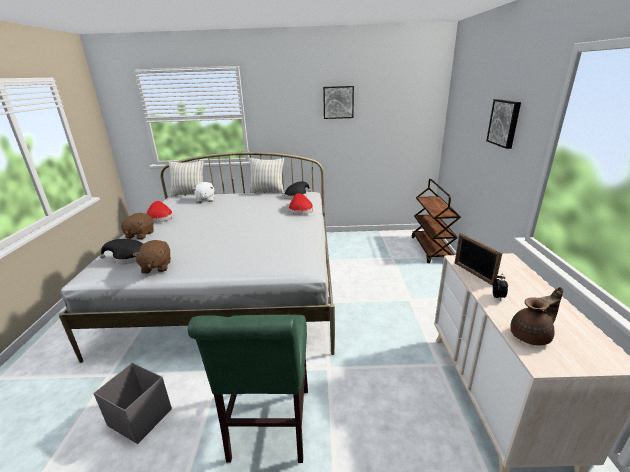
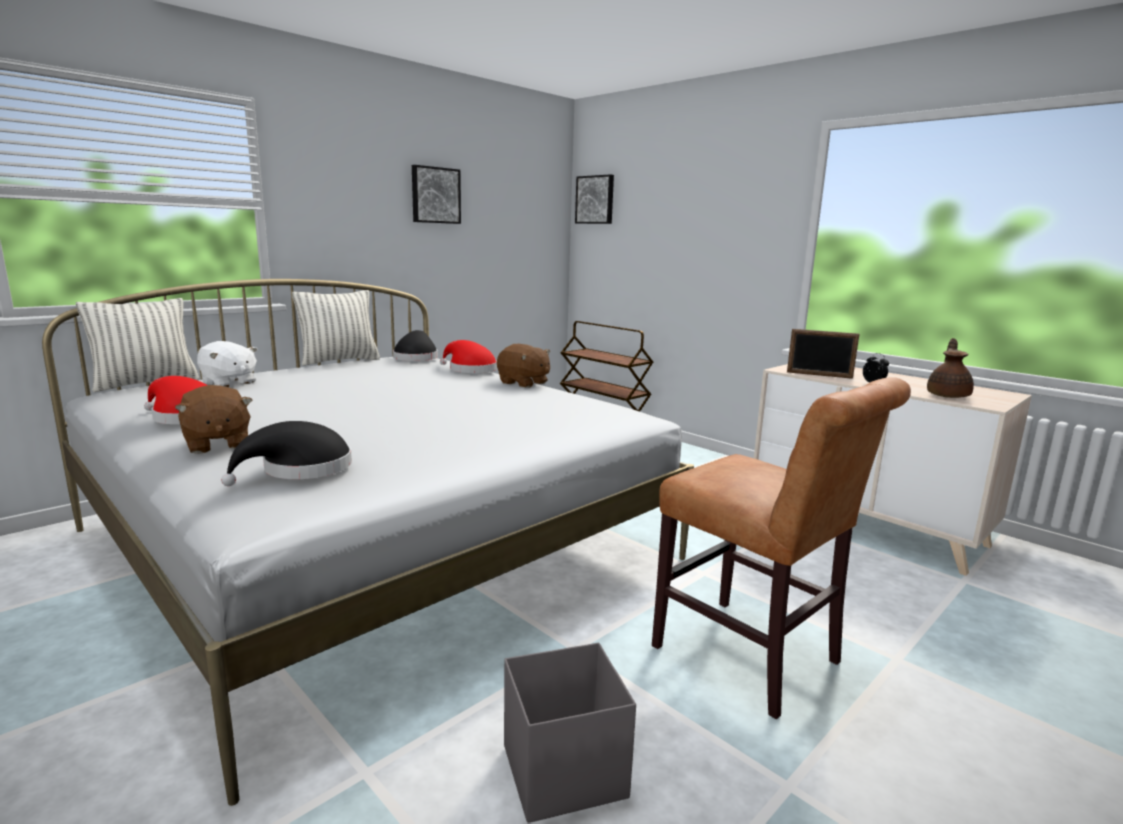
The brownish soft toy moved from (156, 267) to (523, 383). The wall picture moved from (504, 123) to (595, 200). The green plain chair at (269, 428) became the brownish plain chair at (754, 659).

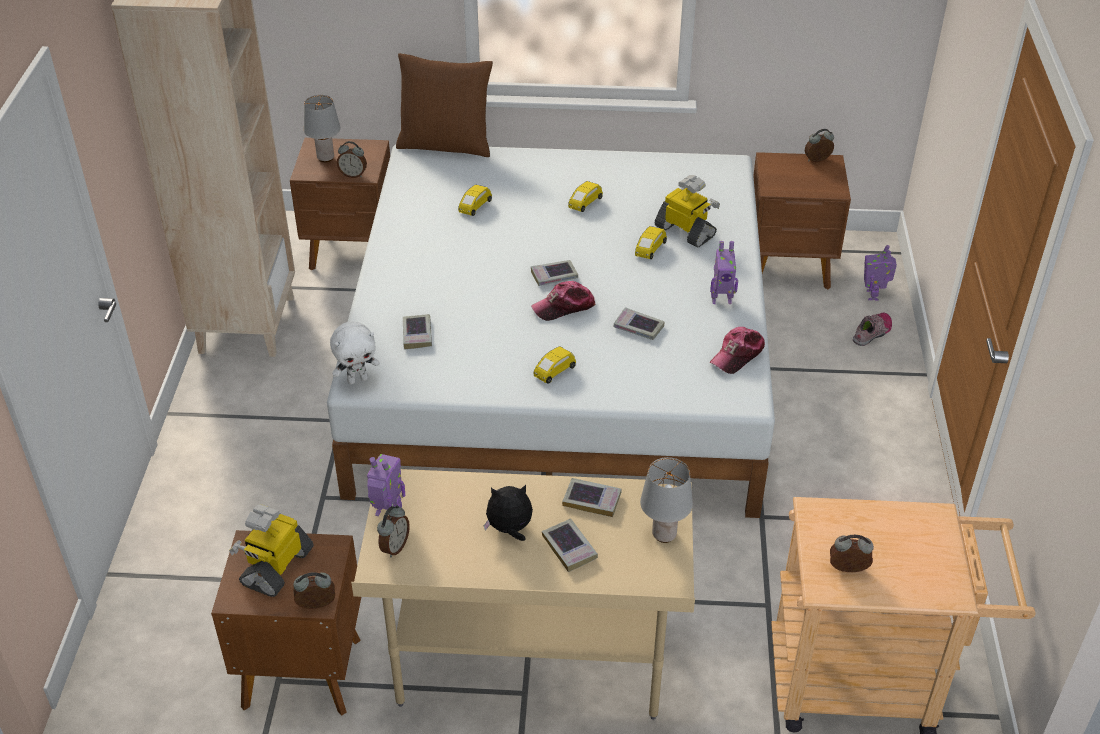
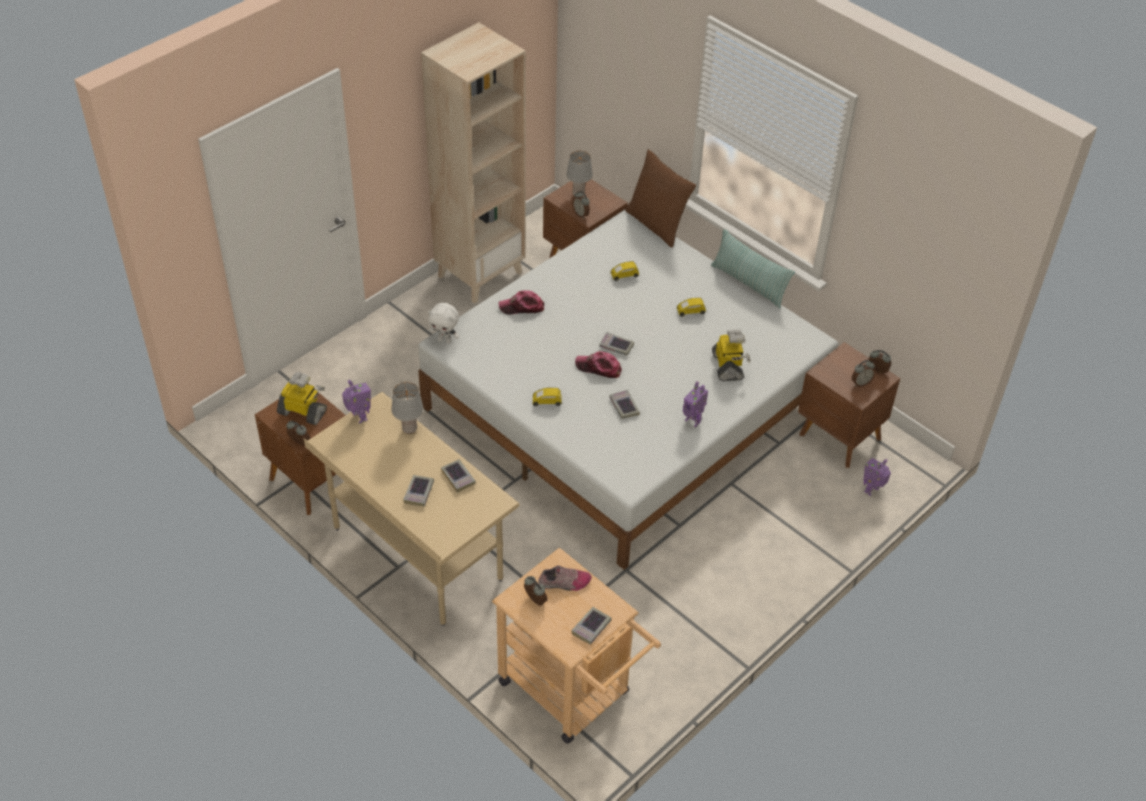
The soft toy at (510, 529) disappeared. The yellow-coloured toy car at (649, 250) disappeared. The pillow at (749, 283) appeared. The table clock moved from (394, 547) to (861, 383). The bound book moved from (417, 334) to (591, 627). The greyish tabletop lamp moved from (664, 535) to (409, 429). The baseball cap moved from (737, 355) to (522, 307). The low shoe moved from (872, 333) to (564, 583). The model robot at (276, 566) turned 45 degrees clockwise.

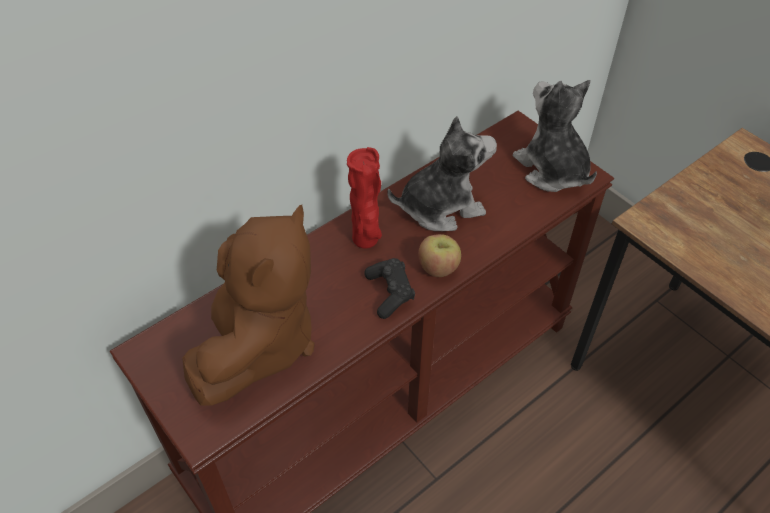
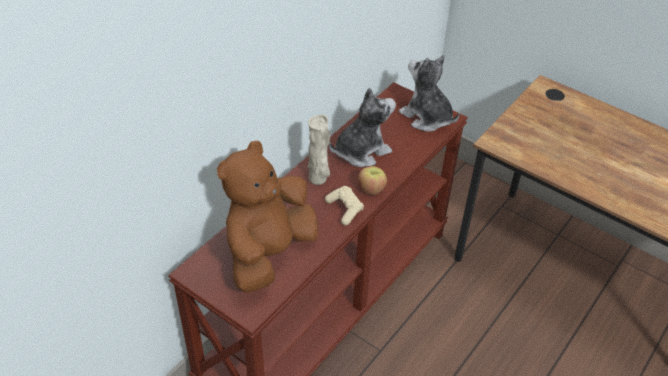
The reddish flower vase at (366, 240) became the sand-coloured flower vase at (318, 179). The blackish gamepad at (390, 293) became the sand-coloured gamepad at (345, 209). The brownish soft toy at (258, 342) turned 150 degrees counterclockwise.

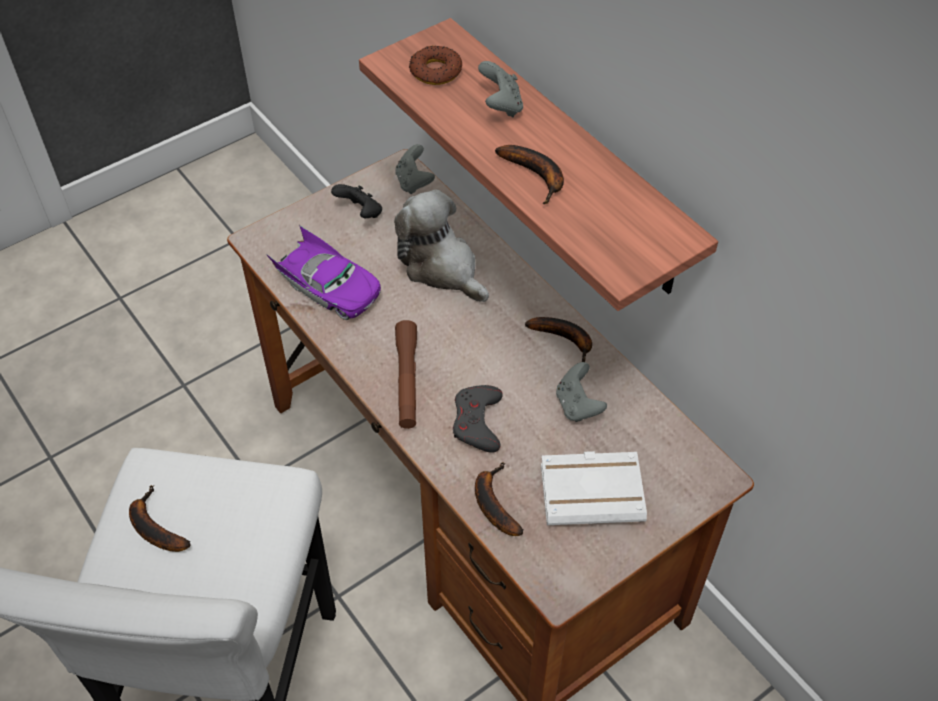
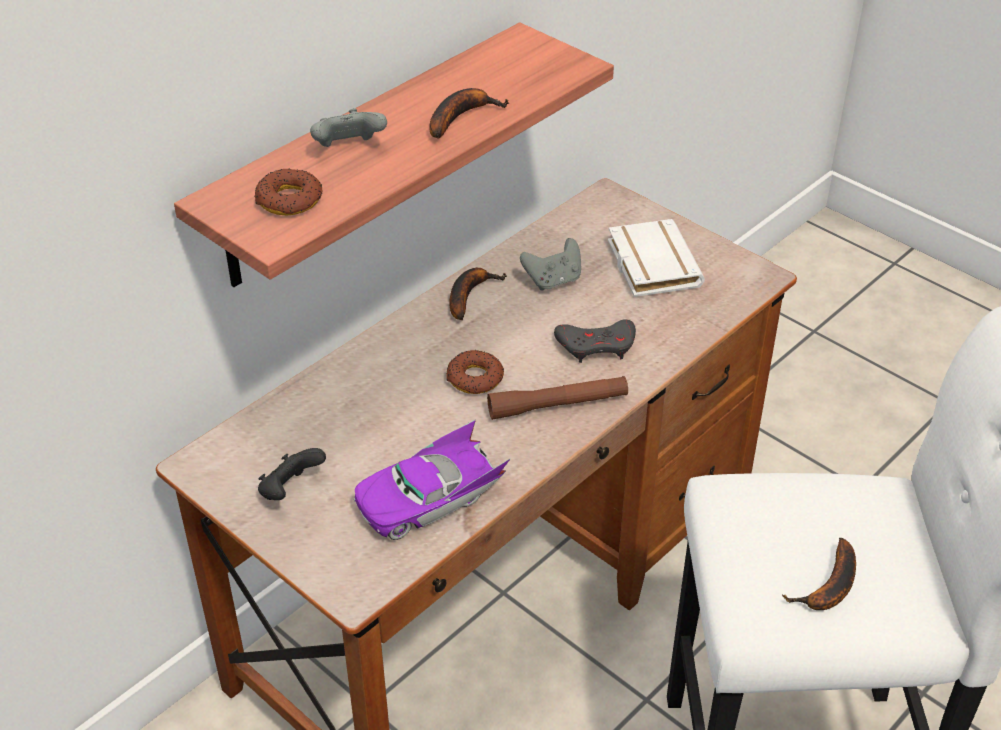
The soft toy at (442, 267) disappeared. The greyish gamepad at (414, 182) disappeared. The banana fruit at (493, 503) disappeared. The doughnut at (475, 378) appeared. The purple-coloured toy car at (328, 287) turned 150 degrees counterclockwise.

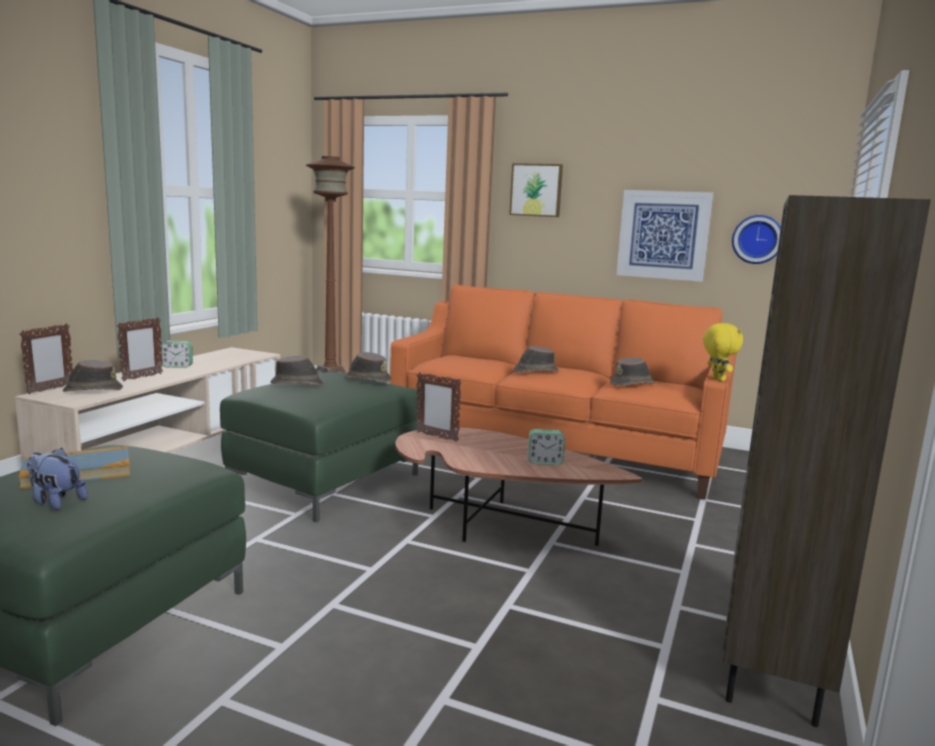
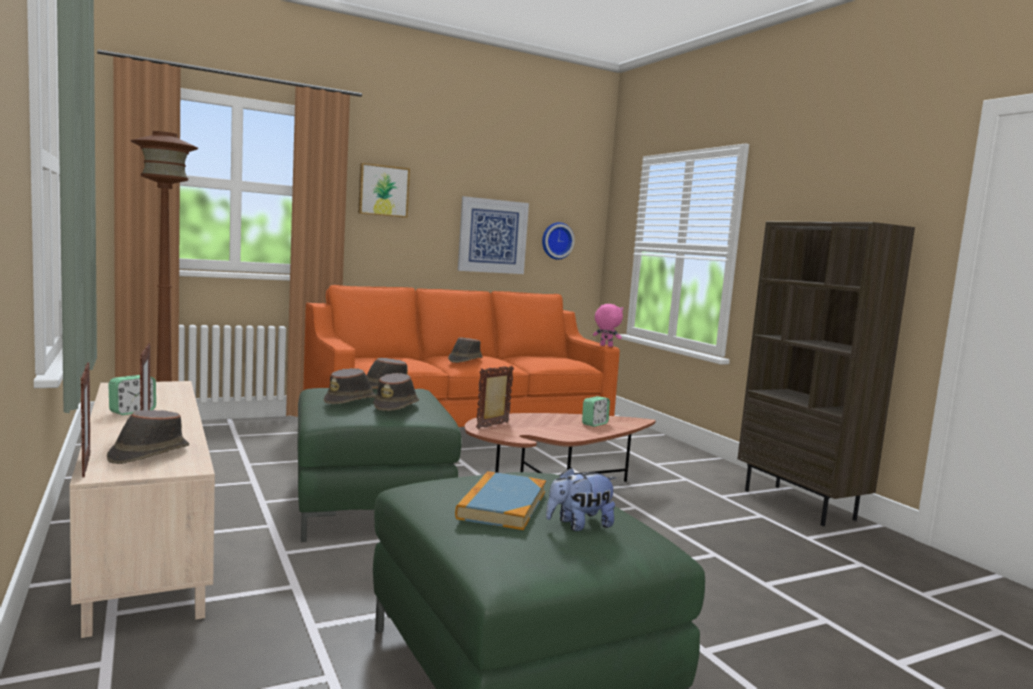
The brownish clothing hat moved from (632, 384) to (397, 406). The yellow-coloured soft toy at (717, 379) became the pink soft toy at (605, 346). The picture frame at (436, 437) turned 150 degrees clockwise.

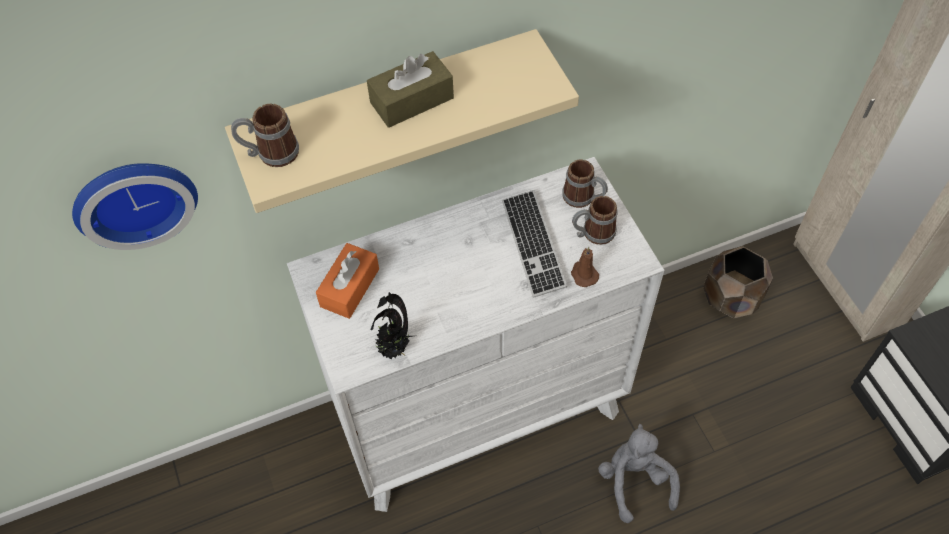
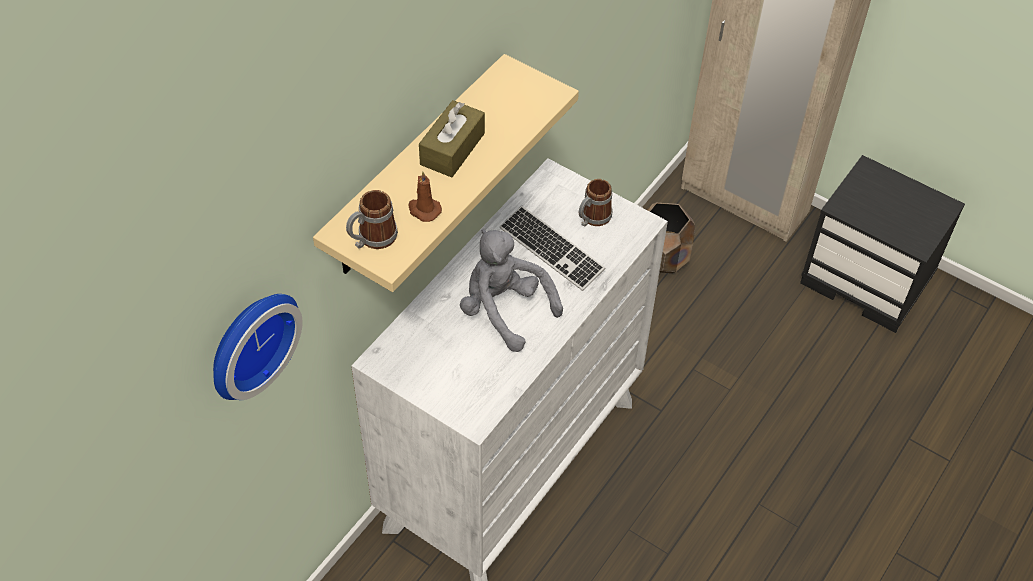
The orange-coloured tissue box at (349, 287) disappeared. The houseplant at (394, 349) disappeared. The coffee mug at (583, 198) disappeared. The brownish wax candle moved from (583, 274) to (423, 210). The greyish soft toy moved from (635, 481) to (504, 310).

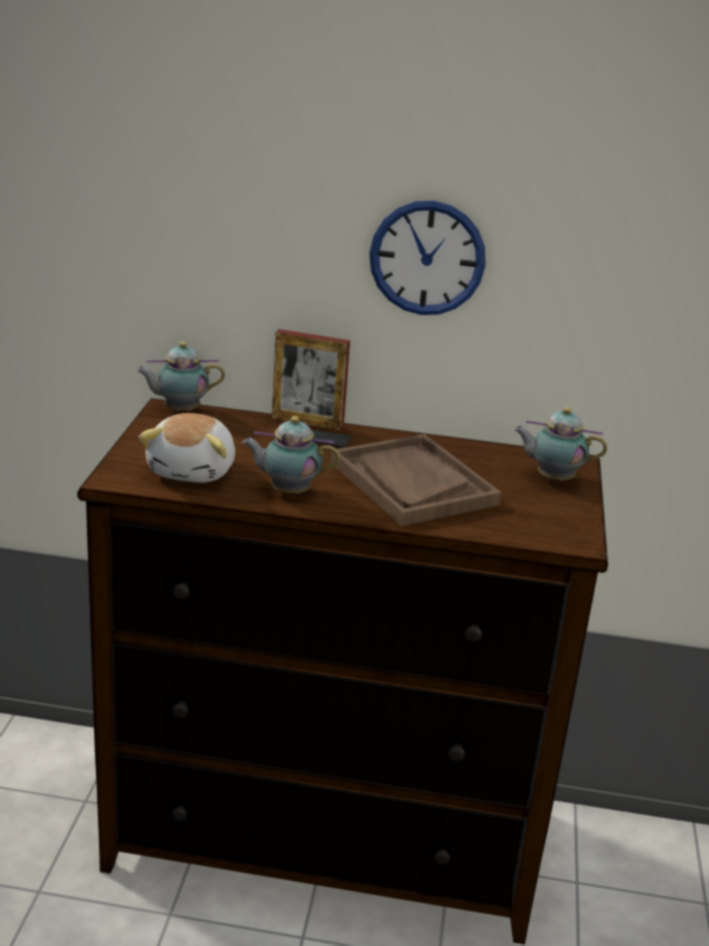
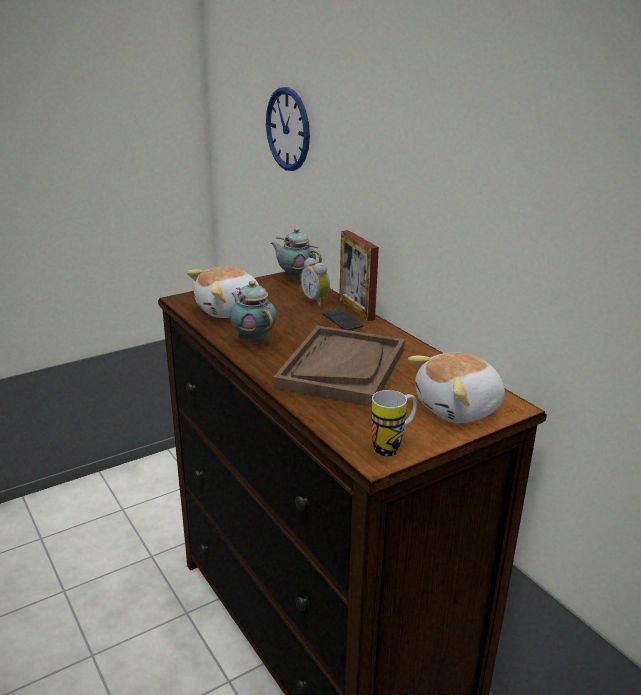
The table clock at (316, 301) appeared. The coffee mug at (393, 447) appeared. The wall clock moved from (427, 258) to (288, 129). The teapot at (552, 478) was replaced by the soft toy at (459, 409).

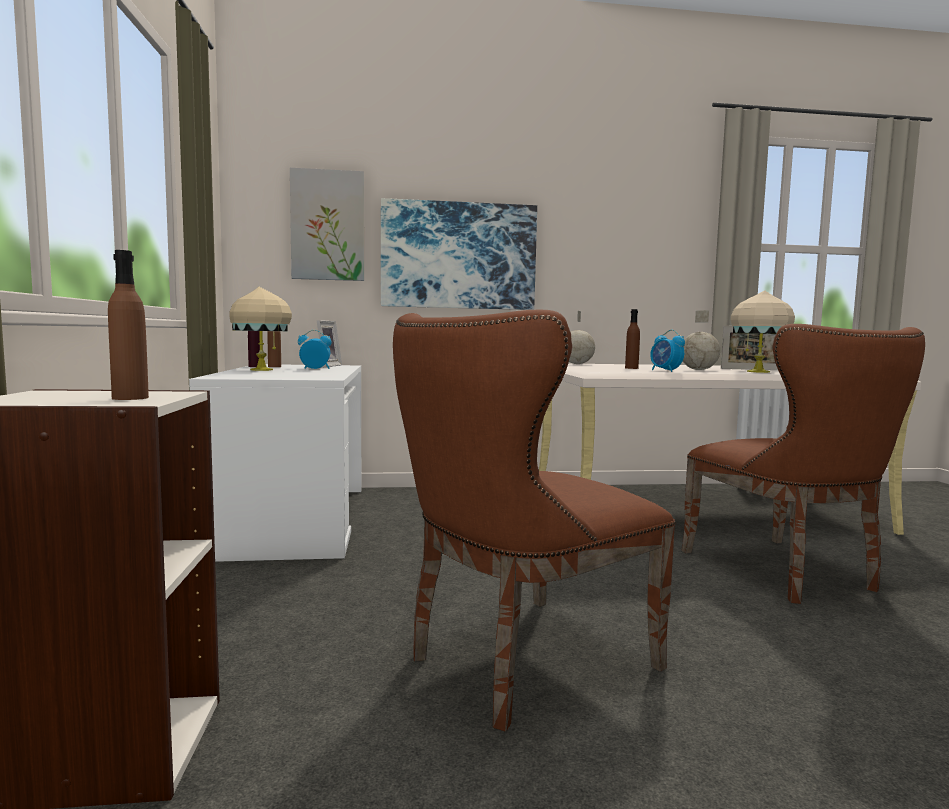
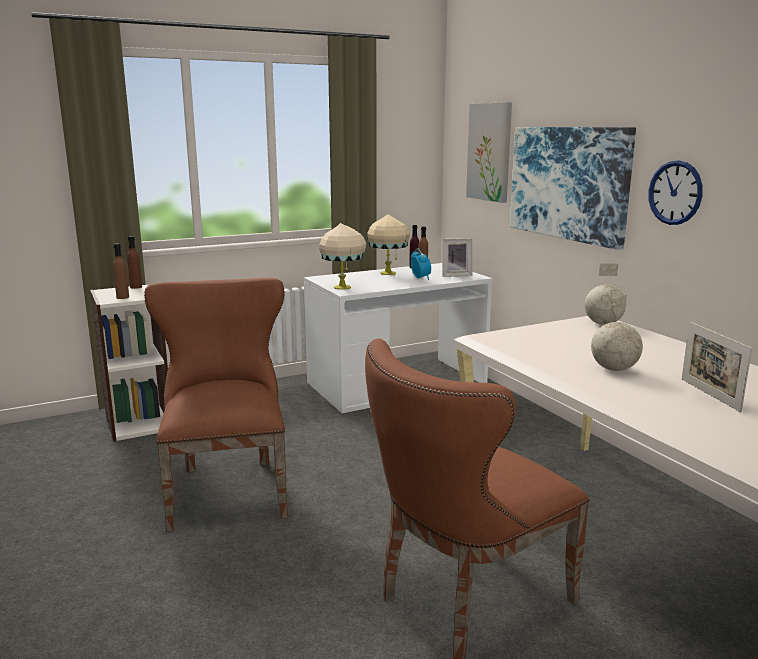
The table clock at (665, 371) disappeared. The wall clock at (675, 193) appeared. The brownish beverage bottle moved from (631, 368) to (136, 287). The sand-coloured tabletop lamp moved from (758, 371) to (343, 287). The brownish plain chair at (518, 664) turned 45 degrees clockwise.

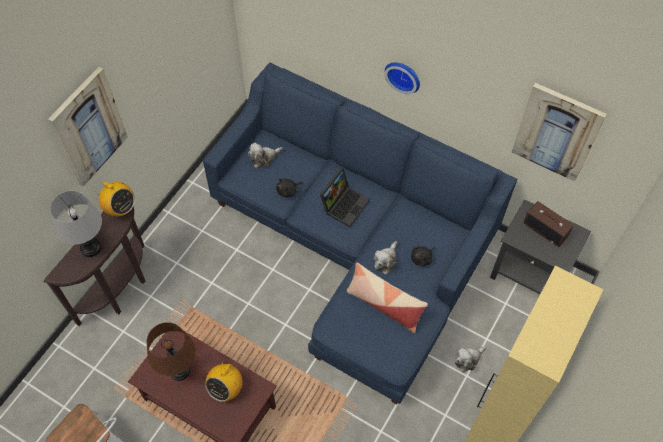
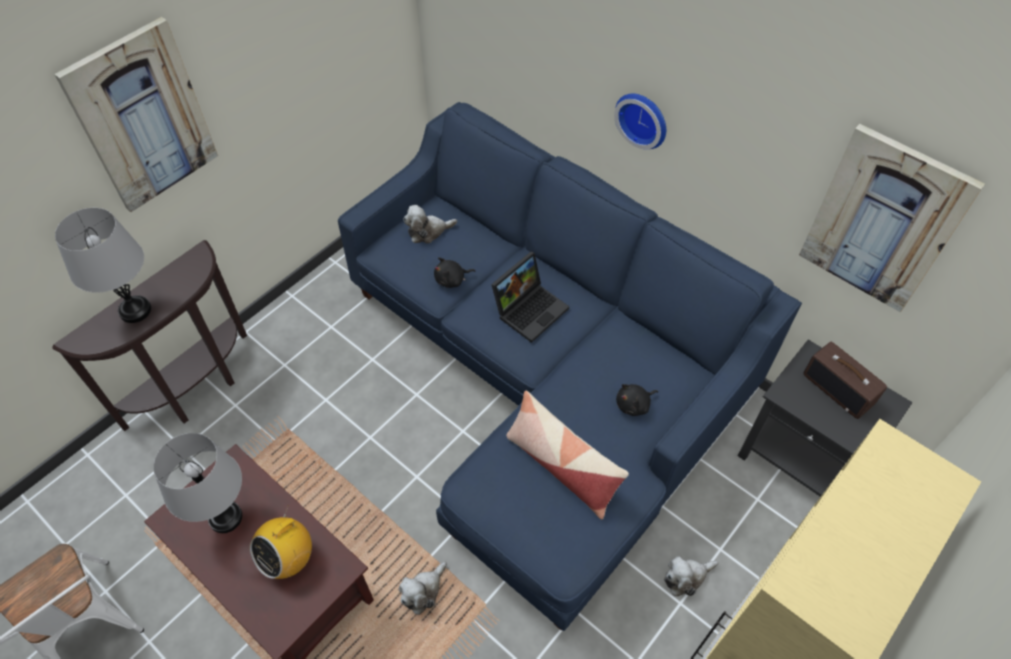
The radio at (120, 208) disappeared. The soft toy moved from (386, 261) to (423, 591). The brownish tabletop lamp at (179, 370) became the greyish tabletop lamp at (225, 517).

